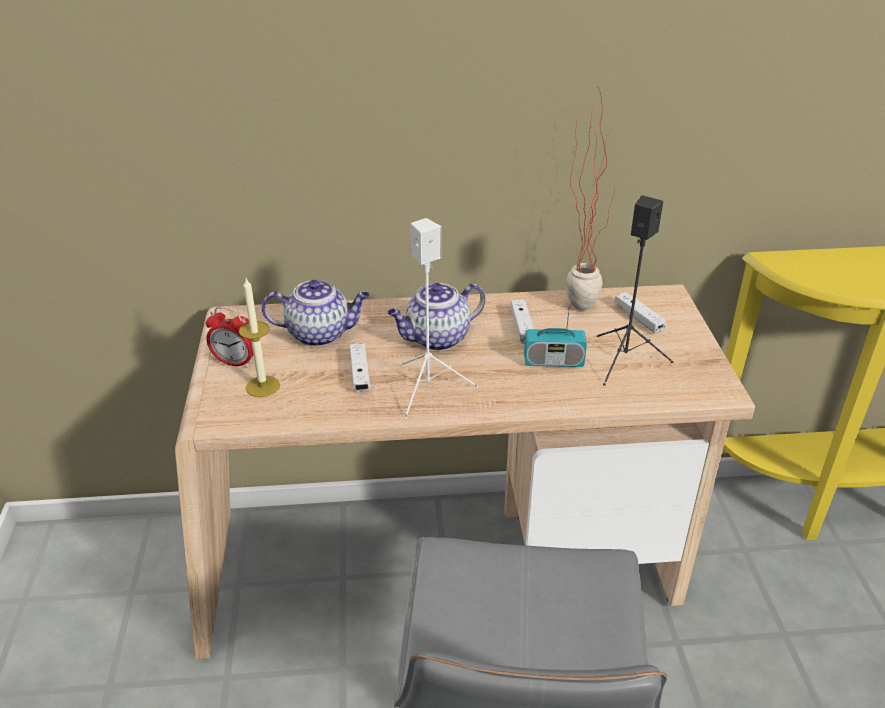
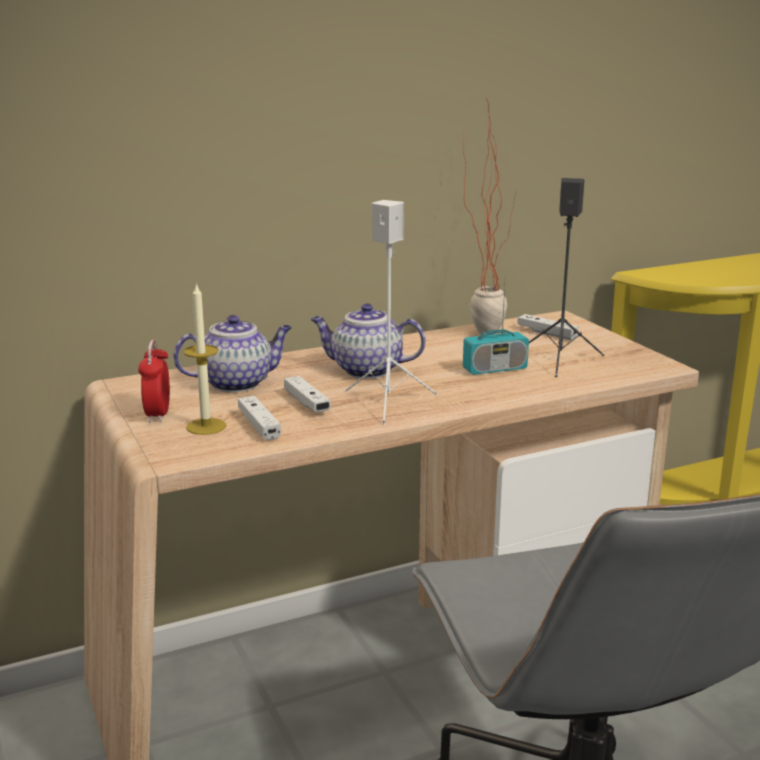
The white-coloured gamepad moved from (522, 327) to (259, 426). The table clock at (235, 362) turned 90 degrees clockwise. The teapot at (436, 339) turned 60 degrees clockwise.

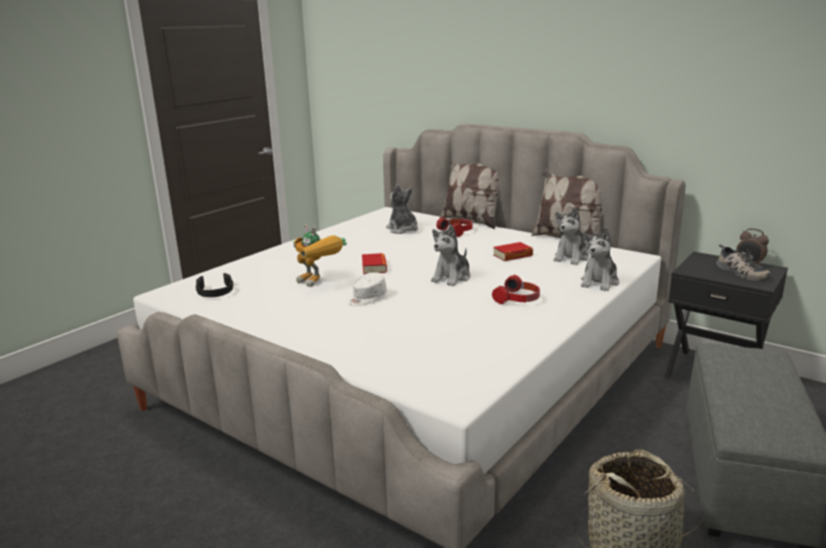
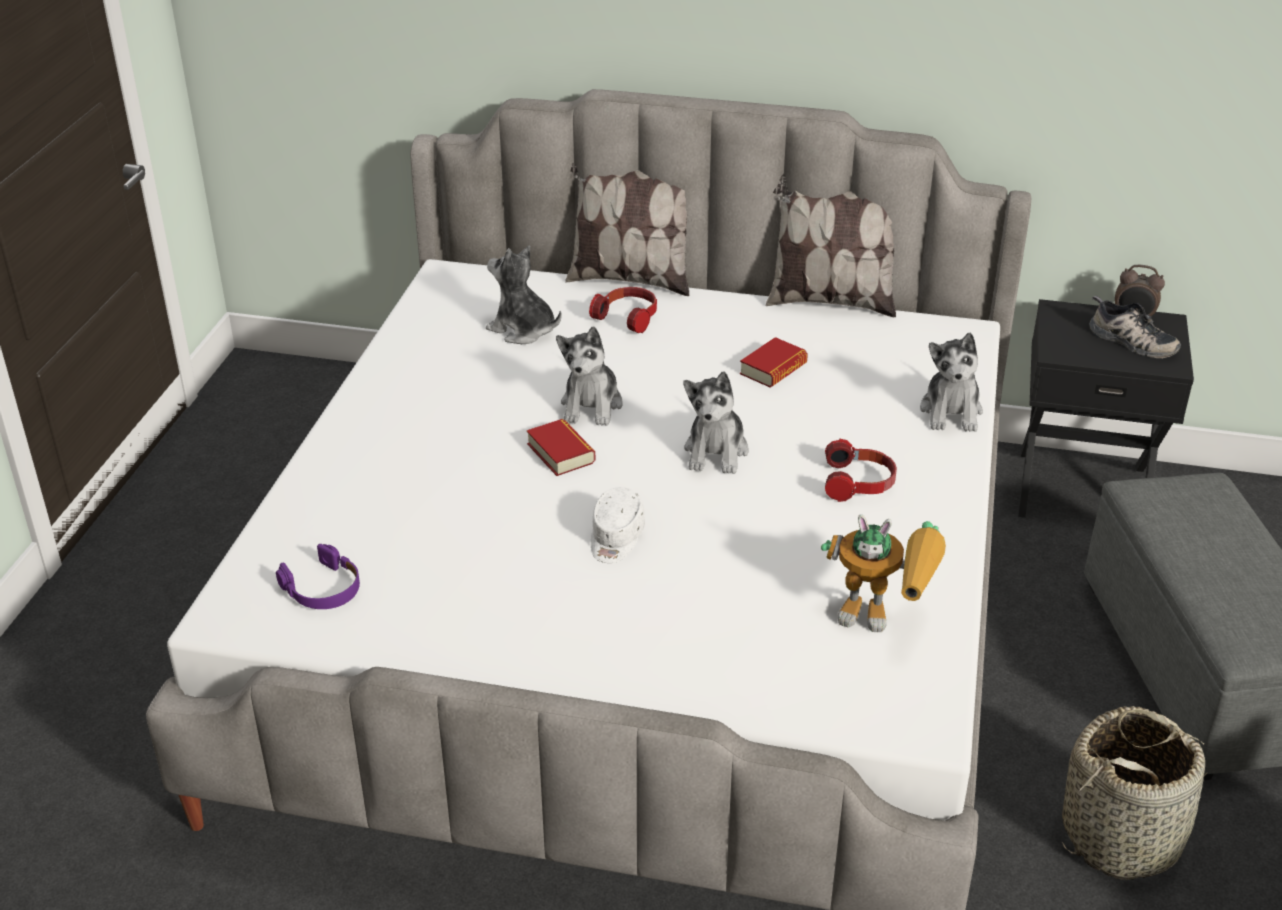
The model robot moved from (319, 283) to (884, 616). The soft toy moved from (571, 257) to (592, 405). The blackish pair of headphones at (215, 292) became the purple-coloured pair of headphones at (323, 589).

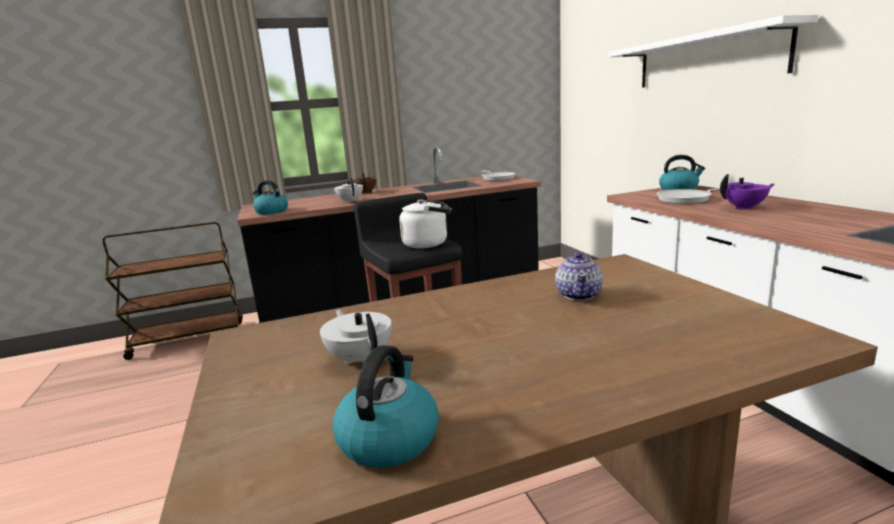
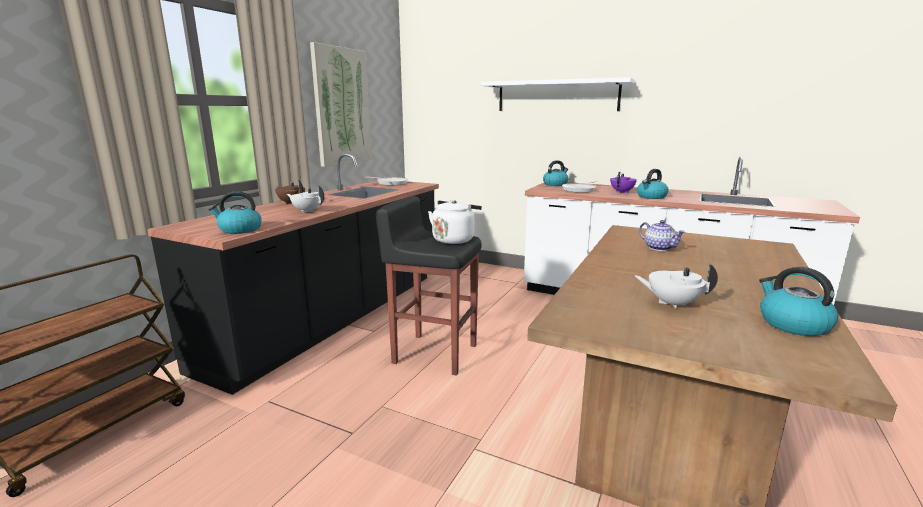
The wall picture at (342, 107) appeared. The kettle at (651, 197) appeared.

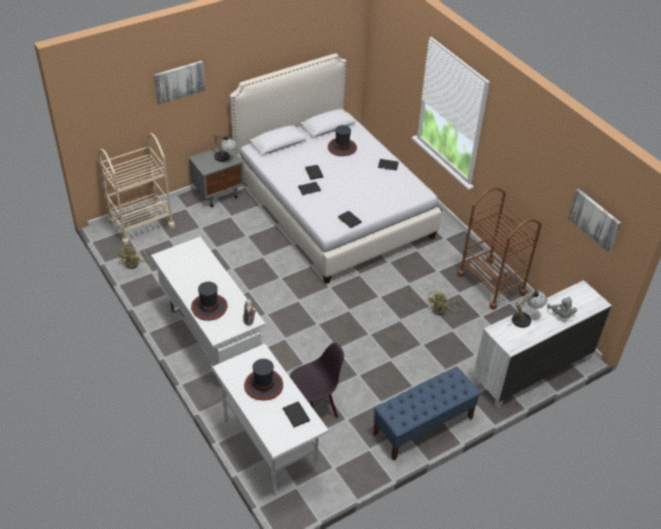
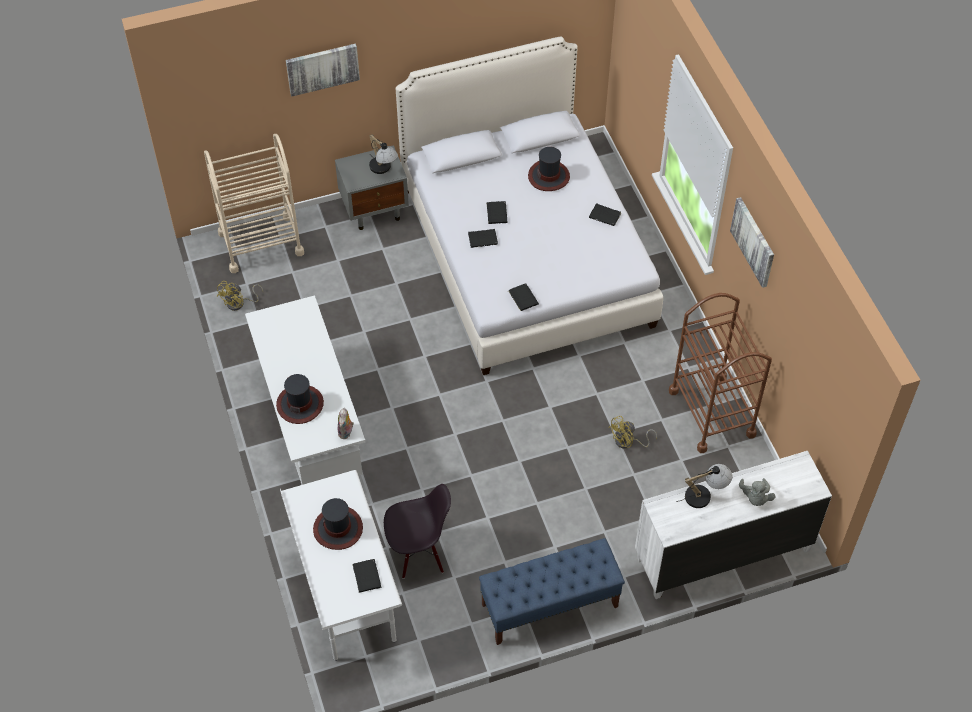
The wall picture moved from (595, 219) to (753, 241).

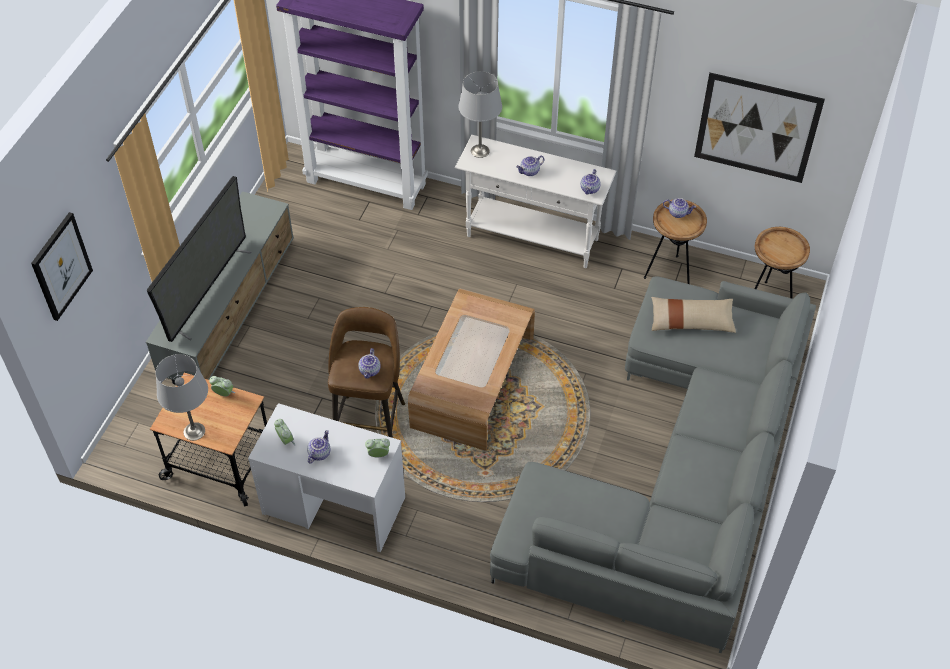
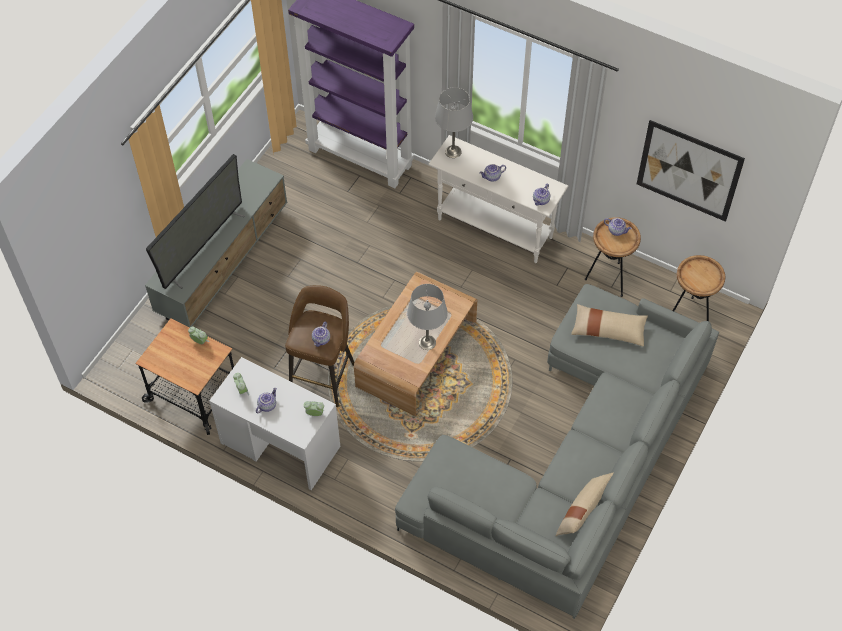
The wall picture at (61, 266) disappeared. The sand-coloured pillow at (582, 511) appeared. The greyish tabletop lamp moved from (194, 432) to (427, 343).

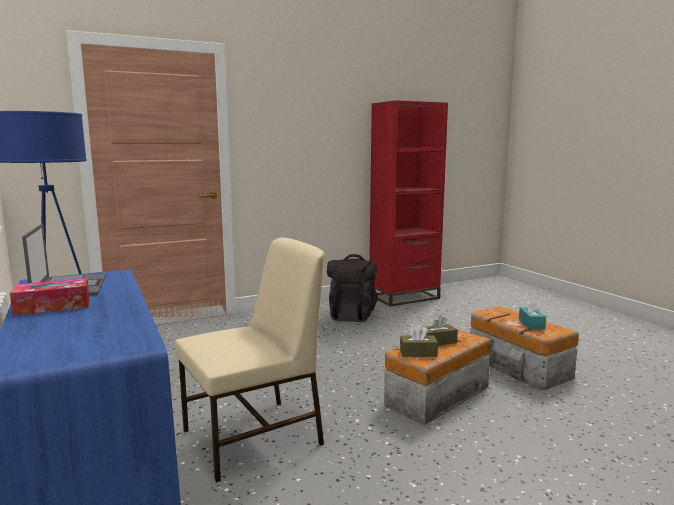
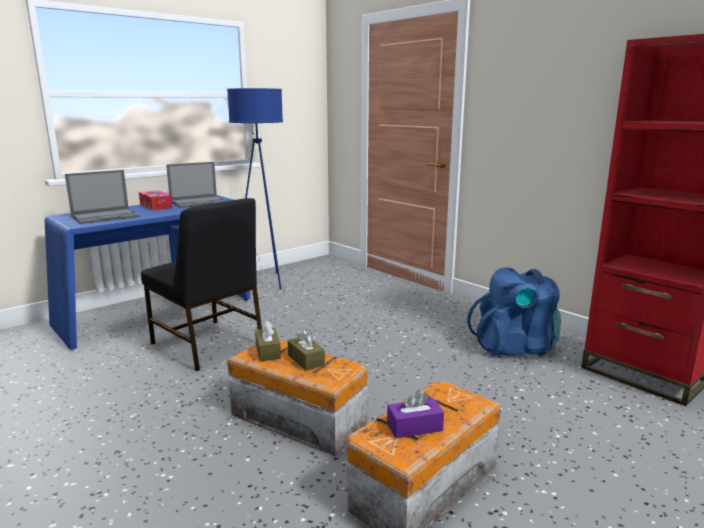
The notebook computer at (106, 216) appeared. The sand-coloured plain chair at (255, 437) became the blackish plain chair at (207, 345). The blackish rucksack at (352, 314) became the bluish rucksack at (515, 347). The turquoise-coloured tissue box at (531, 324) became the purple-coloured tissue box at (414, 427).

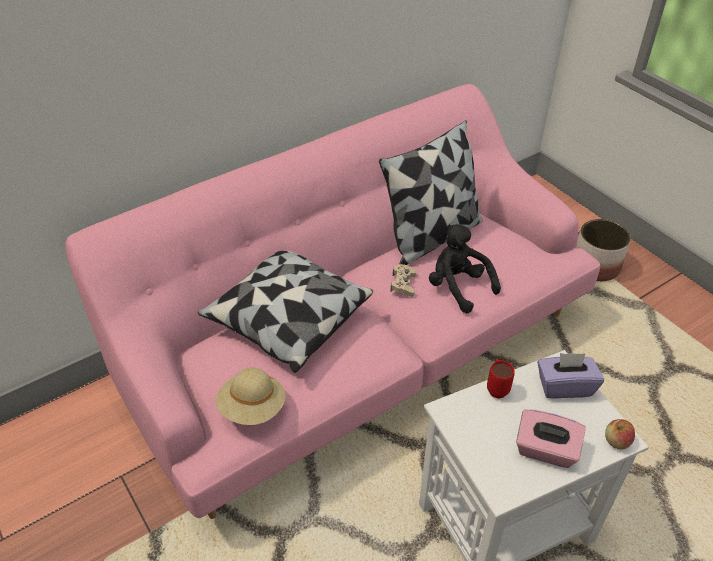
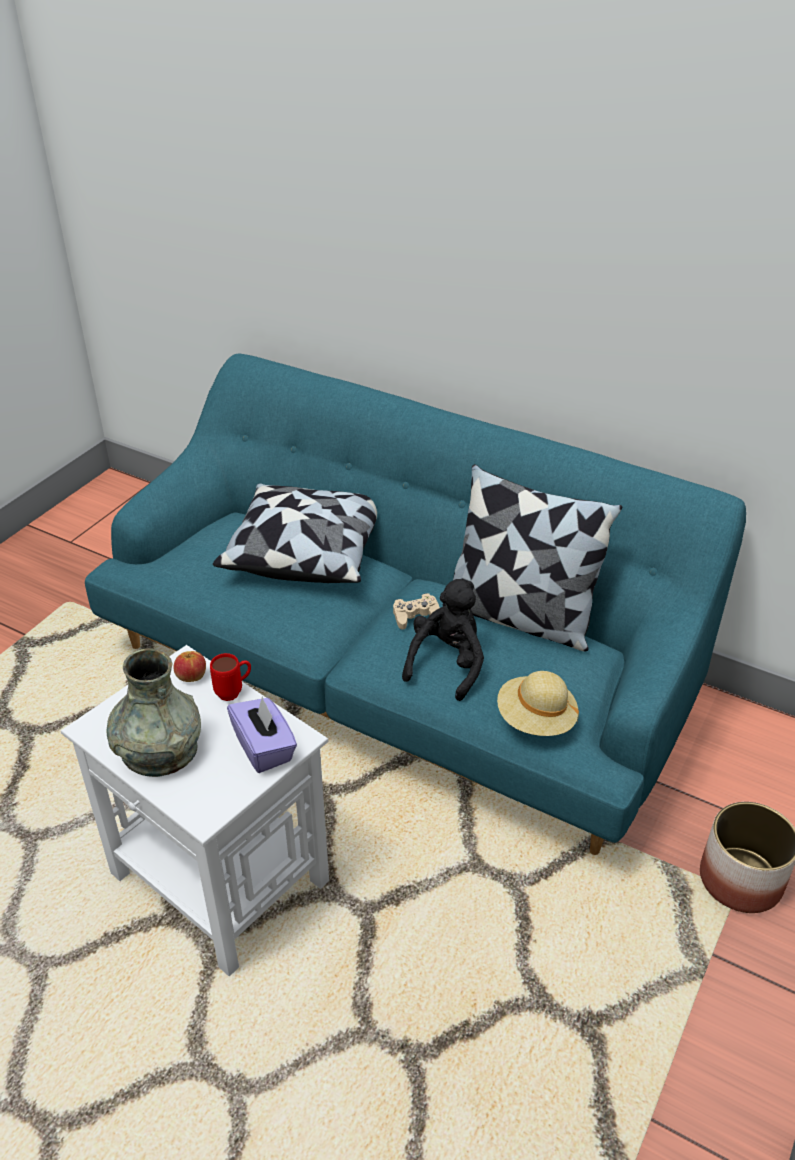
The sand-coloured clothing hat moved from (252, 408) to (535, 720). The whole apple moved from (616, 441) to (191, 676). The pink tissue box at (545, 450) was replaced by the greyish flower vase at (159, 750). The pink sofa at (356, 349) became the turquoise-coloured sofa at (397, 674).

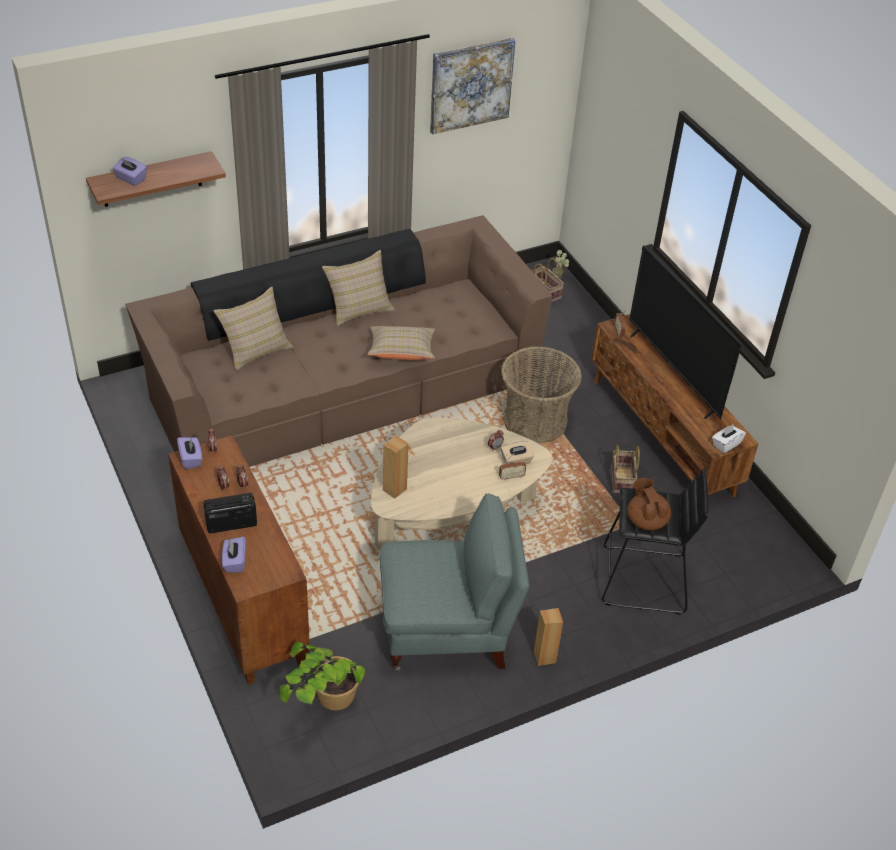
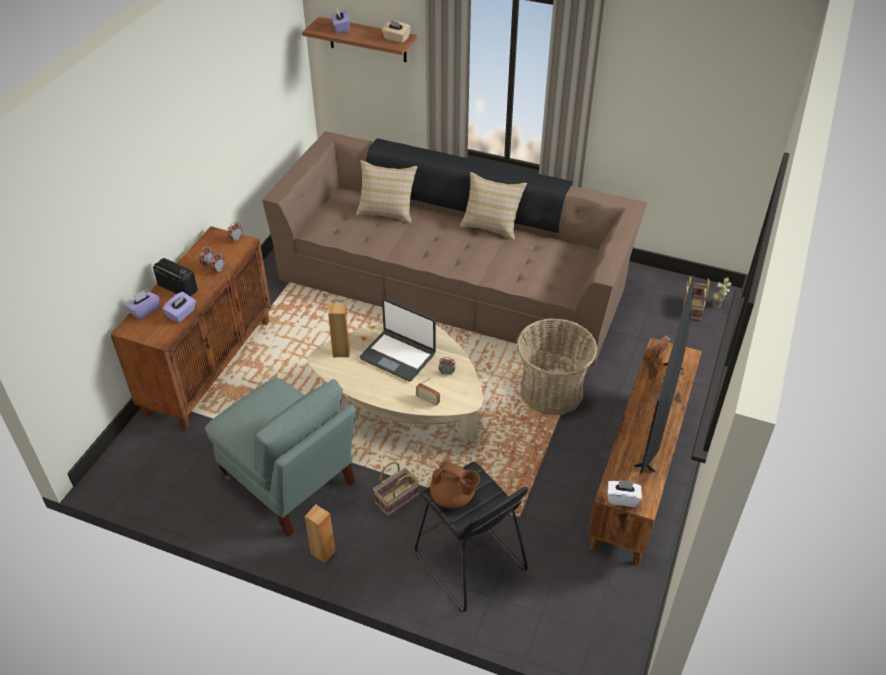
The houseplant at (322, 707) disappeared. The sand-coloured pillow at (401, 352) disappeared. The wall picture at (471, 85) disappeared. The notebook computer at (398, 356) appeared. The purple-coloured tissue box moved from (191, 459) to (181, 314). The sand-coloured tissue box moved from (516, 461) to (396, 39). The storage basket moved from (622, 481) to (396, 500). The brownish teapot at (646, 520) turned 90 degrees clockwise.

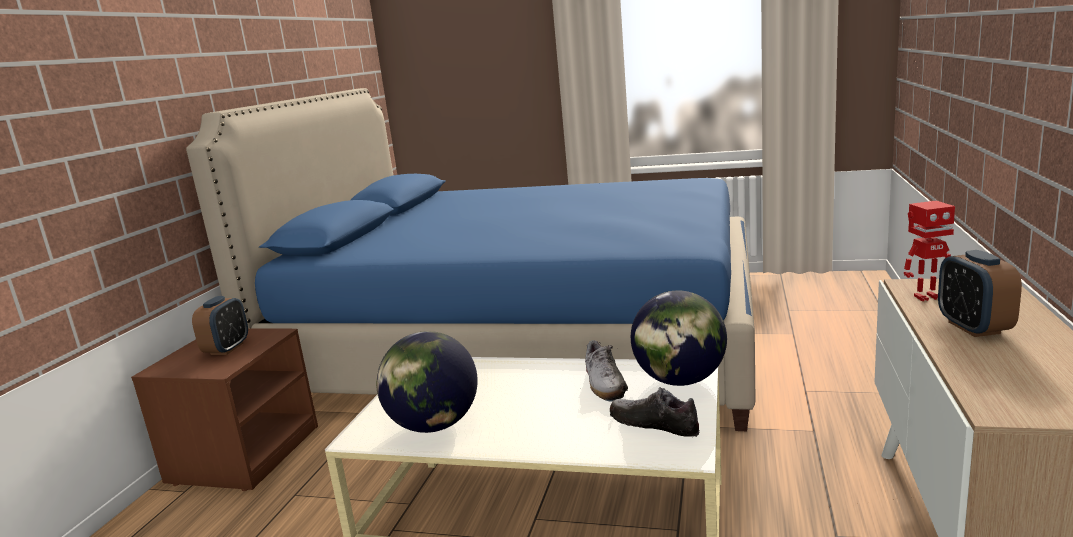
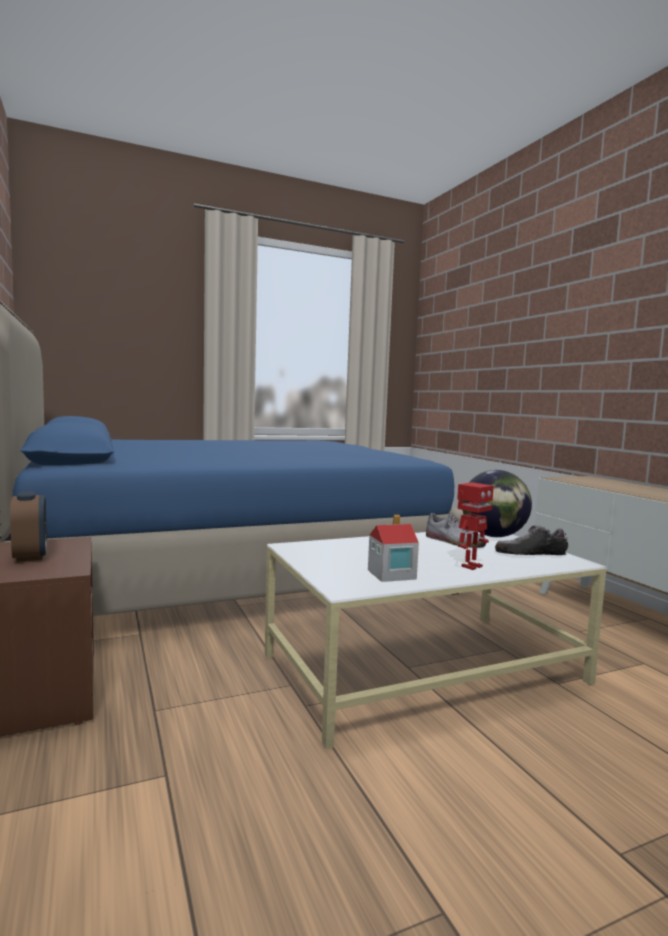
The table clock at (973, 327) disappeared. The model robot moved from (926, 297) to (470, 566). The world globe at (433, 425) was replaced by the miniature house at (391, 574).

